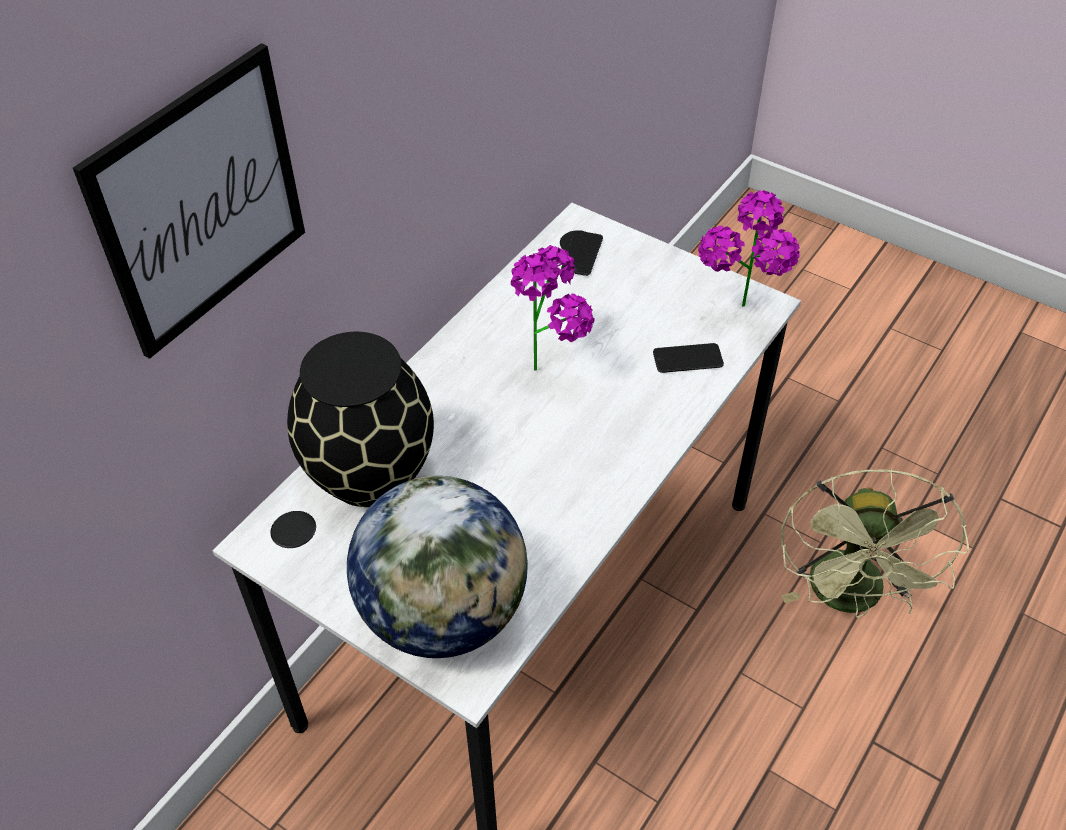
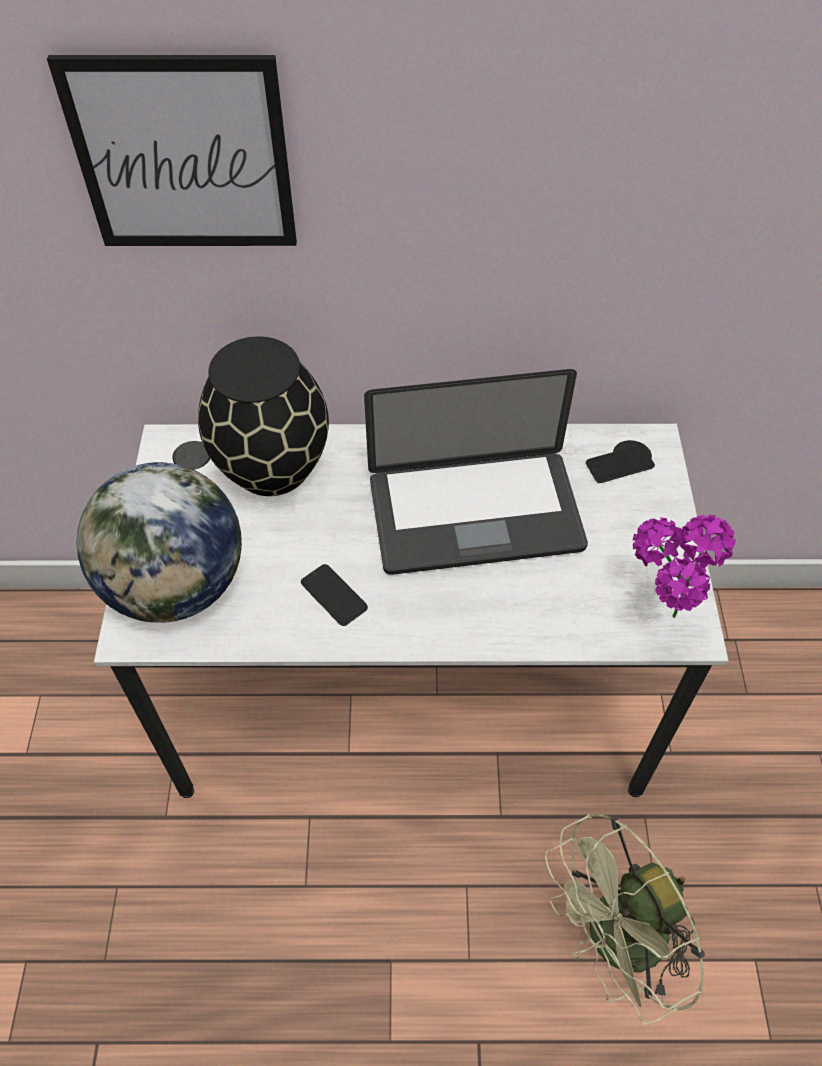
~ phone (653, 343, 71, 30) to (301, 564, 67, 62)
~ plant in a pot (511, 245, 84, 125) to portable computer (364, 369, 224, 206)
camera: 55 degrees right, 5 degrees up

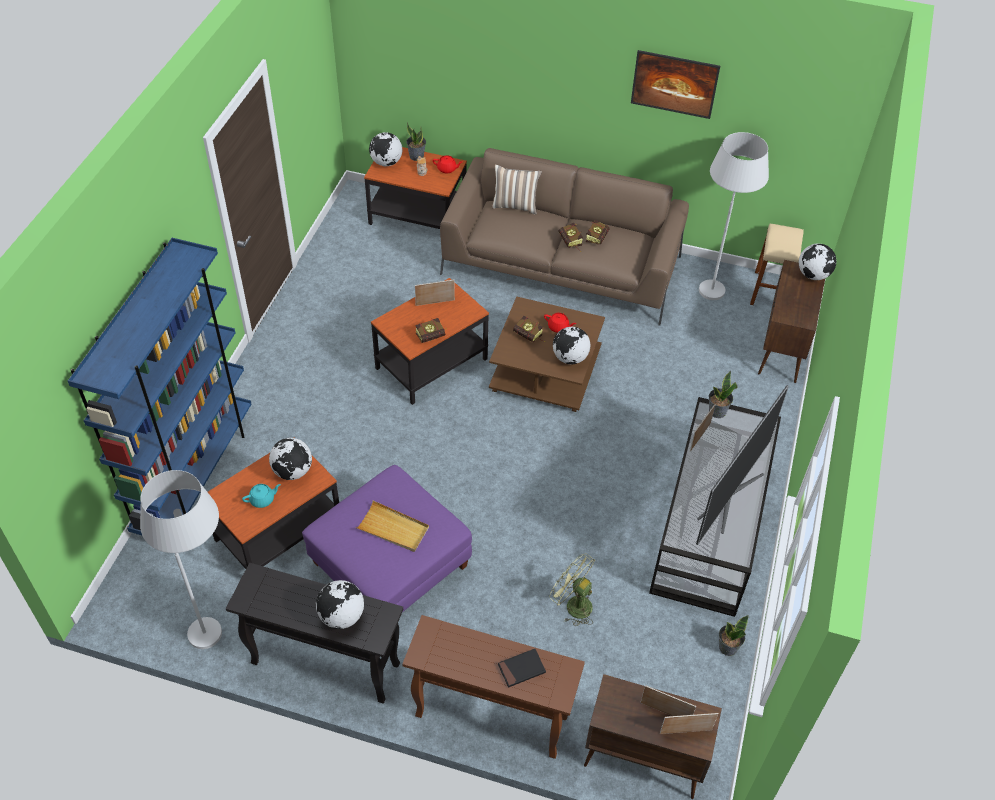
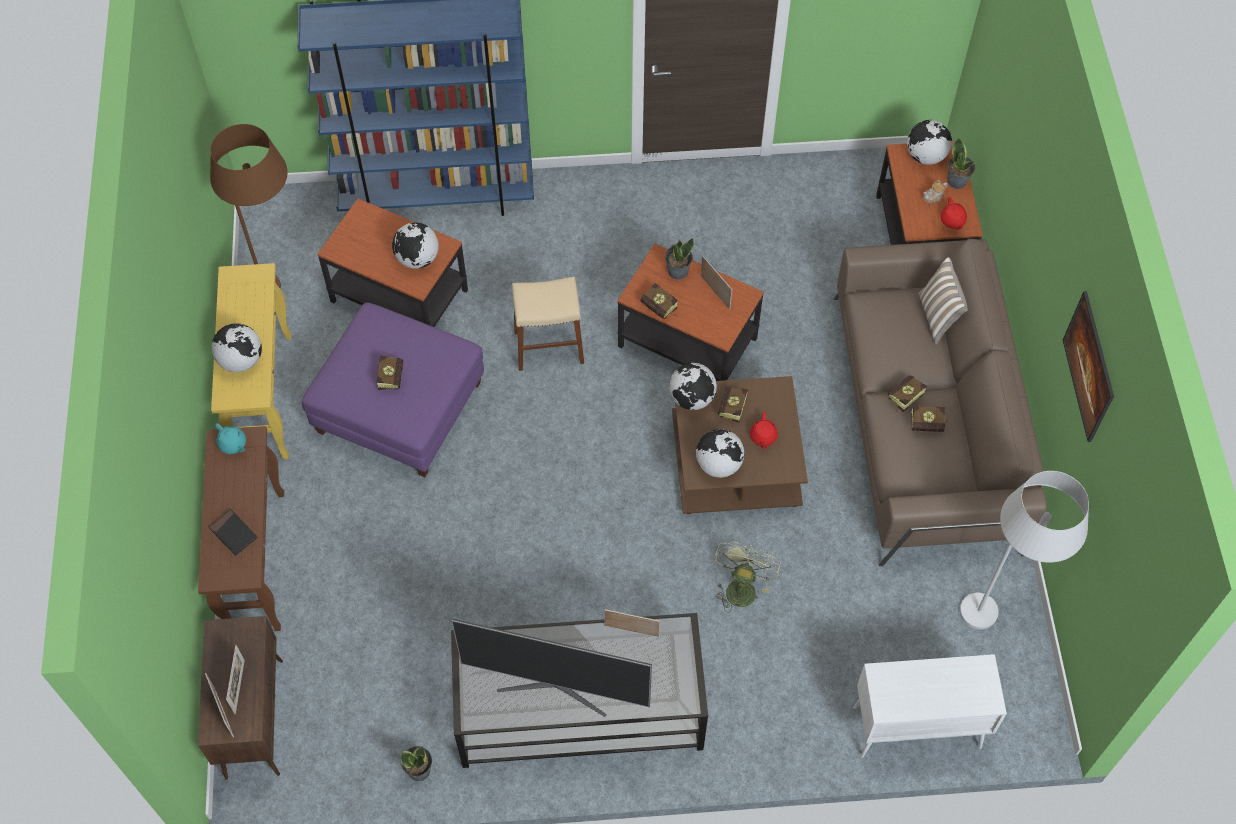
~ white-coloured standard lamp (140, 470, 82, 179) to brown-coloured standard lamp (210, 124, 78, 165)
~ black-coloured console table (226, 563, 177, 141) to yellowish console table (211, 263, 81, 196)
~ blue-green tea pot (242, 484, 39, 24) to (215, 423, 31, 31)
~ beige-coloured carrying tray (357, 501, 72, 51) to book (376, 355, 27, 35)
~ beige-coloured sitting stool (750, 224, 54, 81) to (512, 277, 72, 94)
~ plant in a pot (709, 370, 28, 48) to (665, 238, 29, 42)
~ world globe (799, 243, 37, 37) to (669, 363, 48, 47)
~ green-coloured electric fan (549, 553, 46, 73) to (714, 542, 67, 71)
~ brown-coloured cupboard (758, 260, 67, 123) to white-coloured cupboard (853, 654, 154, 104)
camera: 70 degrees right, 10 degrees up

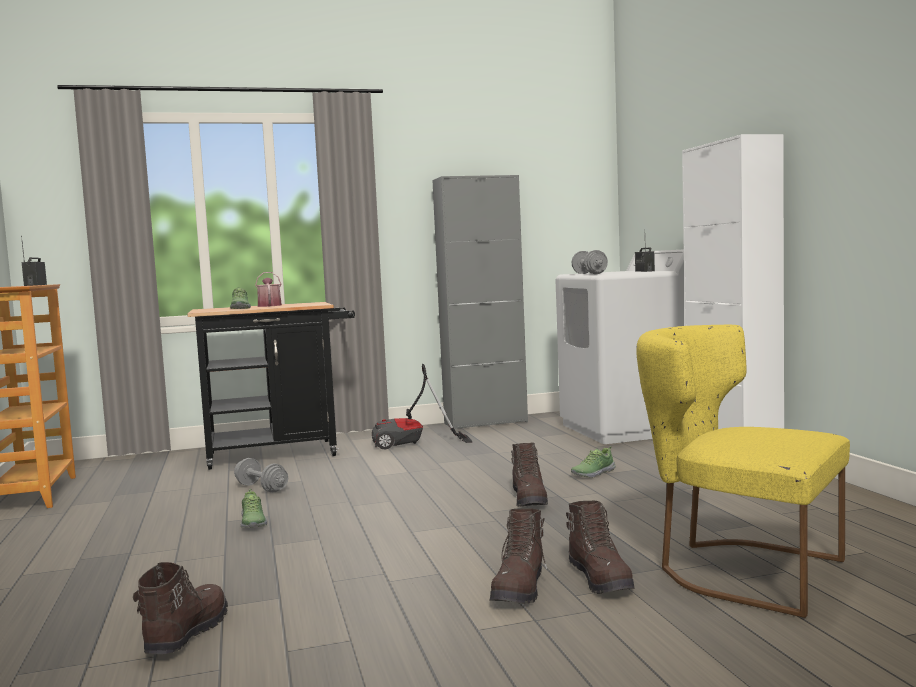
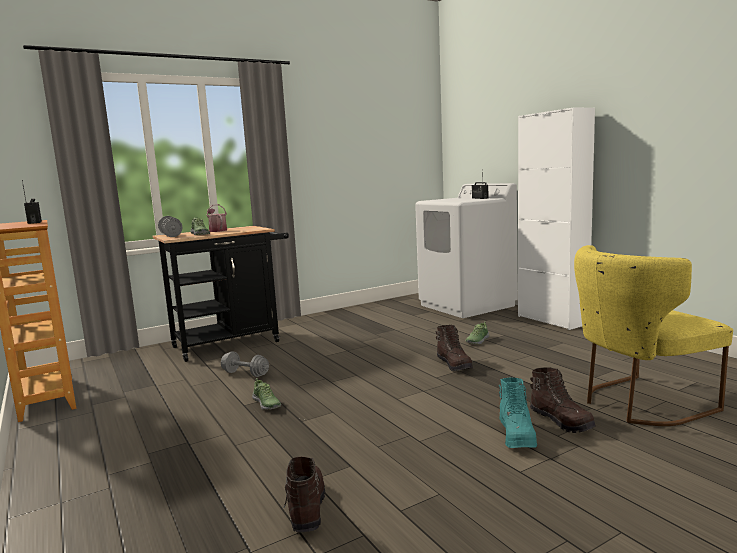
~ greyish dumbbell (571, 250, 37, 24) to (158, 216, 25, 21)
~ brown-coloured high-top boot (490, 508, 57, 96) to blue-green high-top boot (499, 377, 38, 71)
~ yellowish chair (636, 325, 214, 293) = (574, 245, 159, 181) 45 degrees counterclockwise
- hoover (372, 364, 101, 86)
- greyish cupboard (432, 175, 96, 254)
camera: 15 degrees left, 5 degrees up

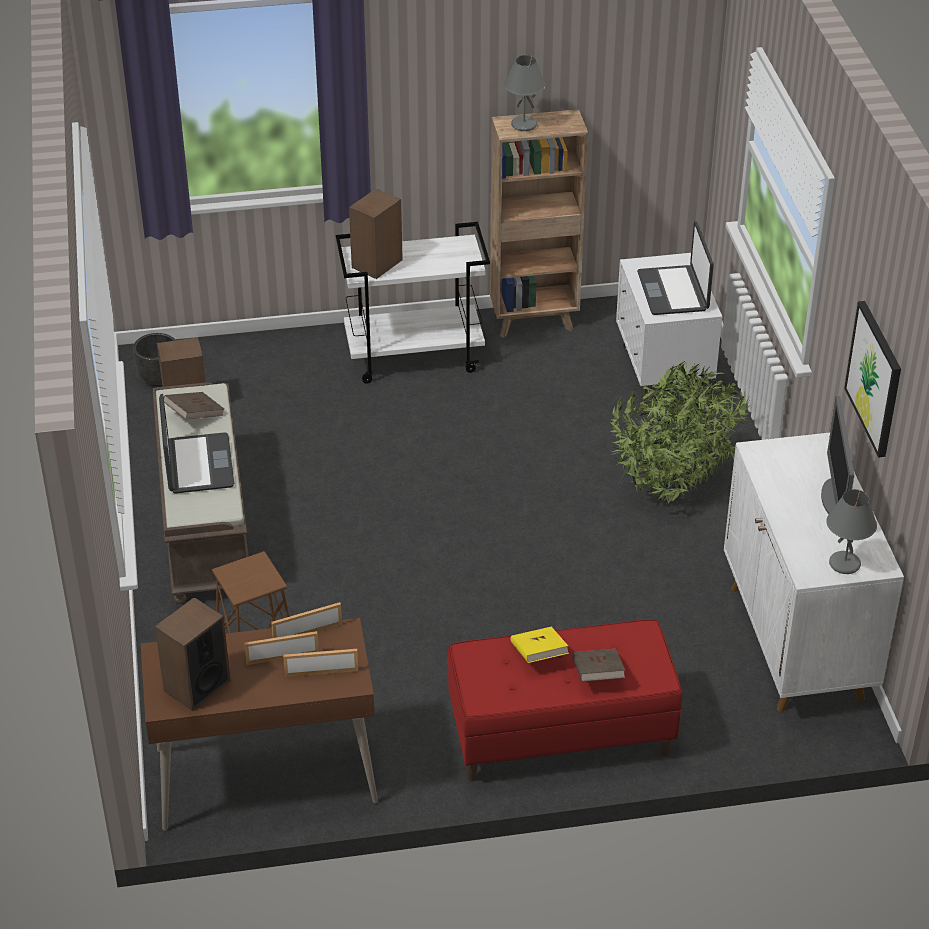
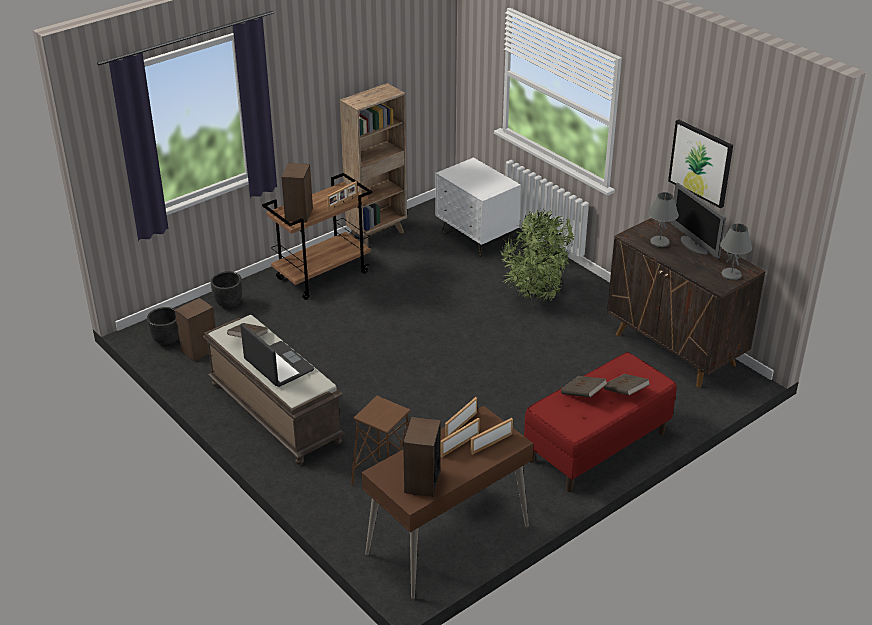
+ black-coloured flower pot (211, 271, 32, 38)
~ white-coloured trolley (336, 222, 154, 161) to brown-coloured trolley (262, 173, 110, 127)
+ photo frame (327, 181, 31, 29)
~ yellowish book (510, 627, 59, 36) to brown-coloured book (561, 376, 47, 21)
~ white-coloured cupboard (724, 432, 180, 280) to brown-coloured cupboard (607, 218, 159, 170)
~ greyish table lamp (505, 55, 40, 76) to (648, 192, 31, 55)
- portable computer (637, 221, 77, 94)
camera: 30 degrees left, 5 degrees down

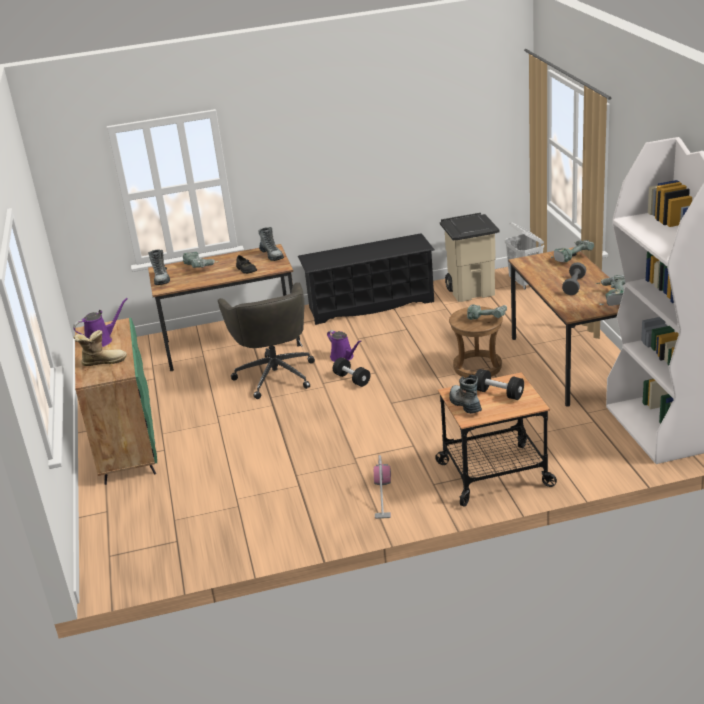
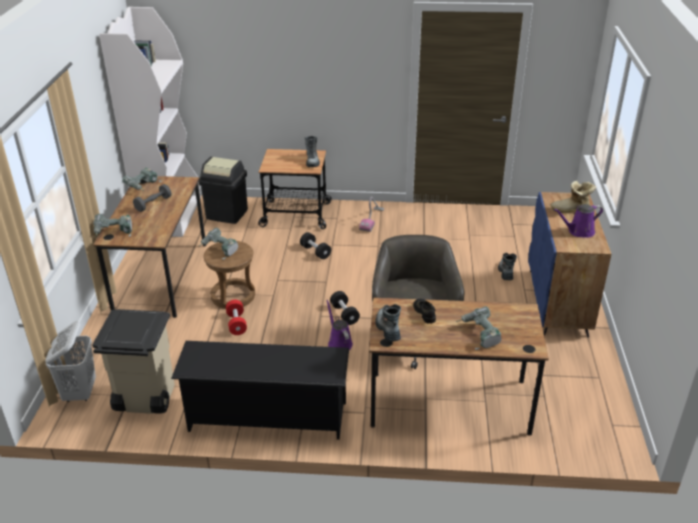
+ black-coloured trash can (198, 157, 50, 67)
+ reddish dumbbell (226, 300, 21, 35)
~ black-coloured dumbbell (475, 369, 49, 31) to (300, 232, 31, 27)
~ high-top boot (148, 249, 22, 36) to (498, 253, 19, 27)
~ green-coloured cupboard (75, 318, 82, 167) to bluish cupboard (528, 192, 83, 146)
camera: 165 degrees left, 5 degrees up

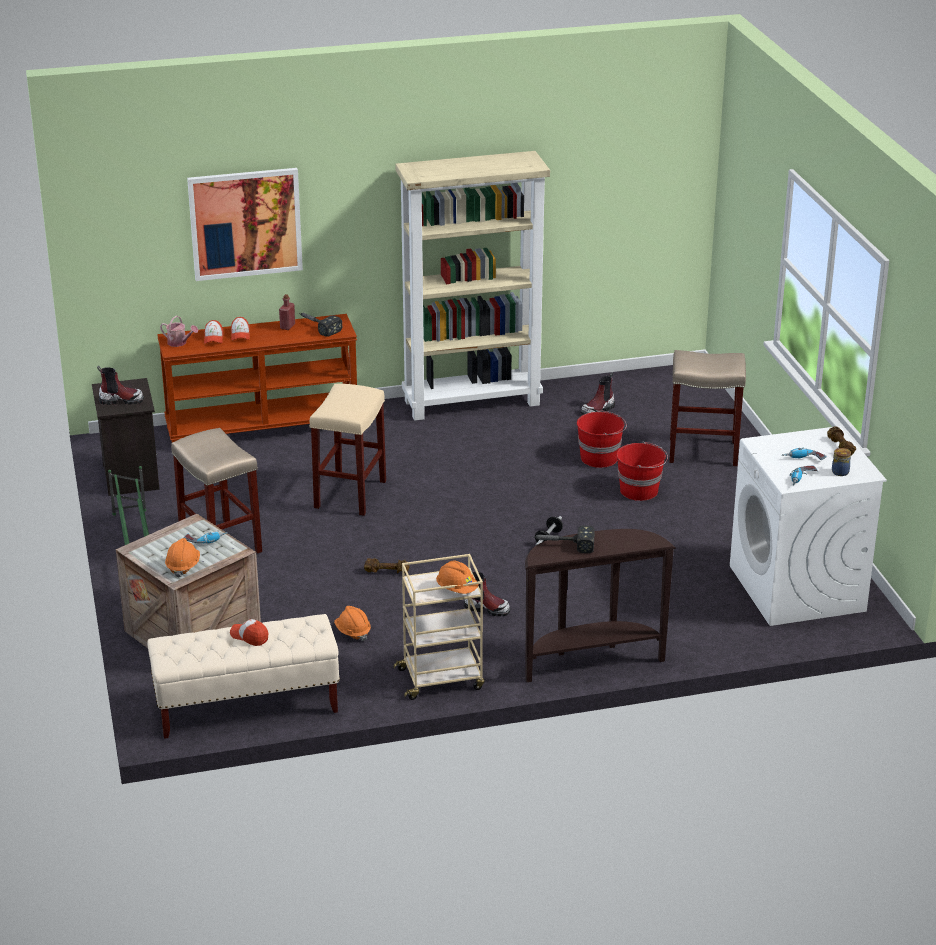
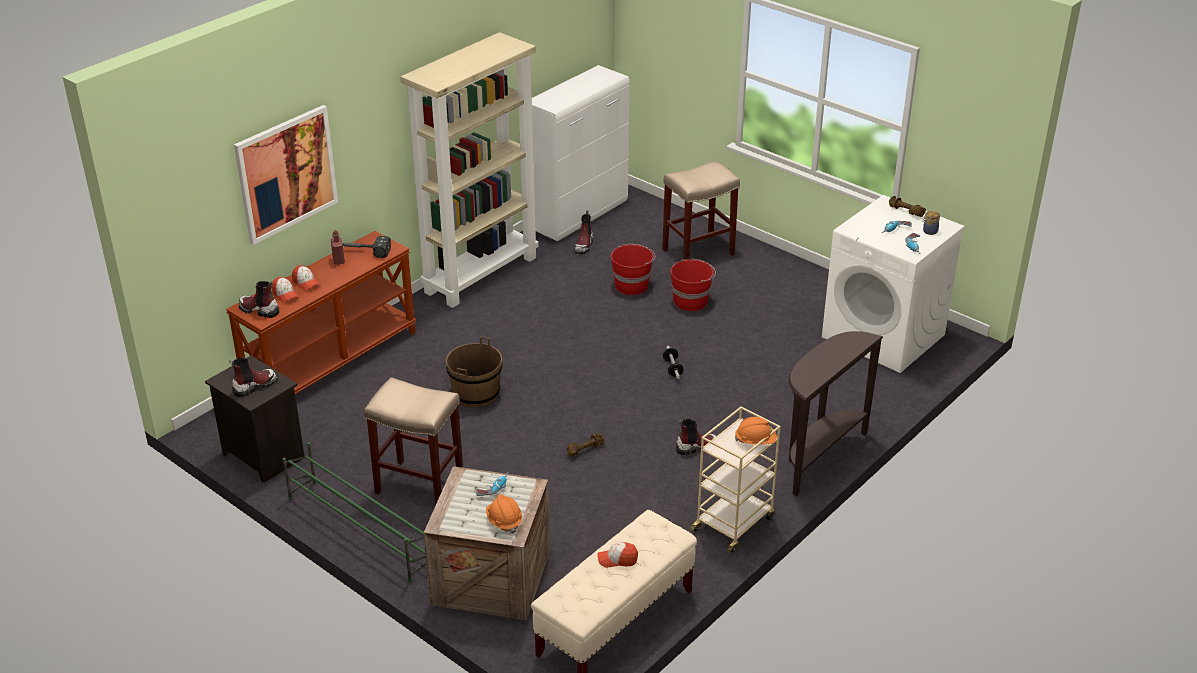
~ sprinkling can (160, 316, 38, 31) to high-top boot (239, 281, 40, 37)
~ beige-coloured sitting stool (309, 384, 77, 132) to brown-coloured bucket (446, 337, 56, 70)
+ white-coloured cupboard (532, 65, 98, 176)
- orange safety helmet (334, 606, 37, 35)
- tool hammer (532, 525, 63, 28)
camera: 35 degrees left, 5 degrees up

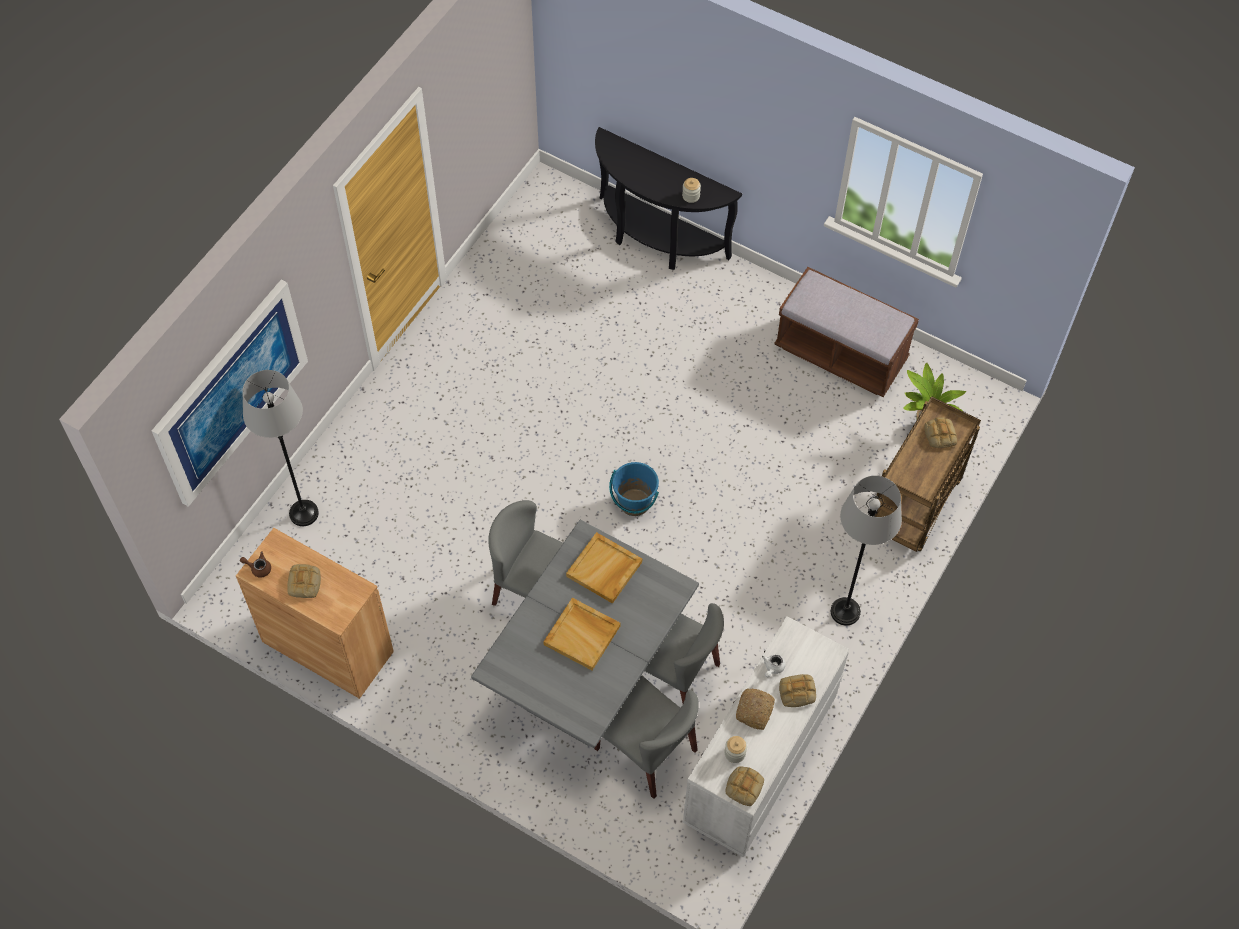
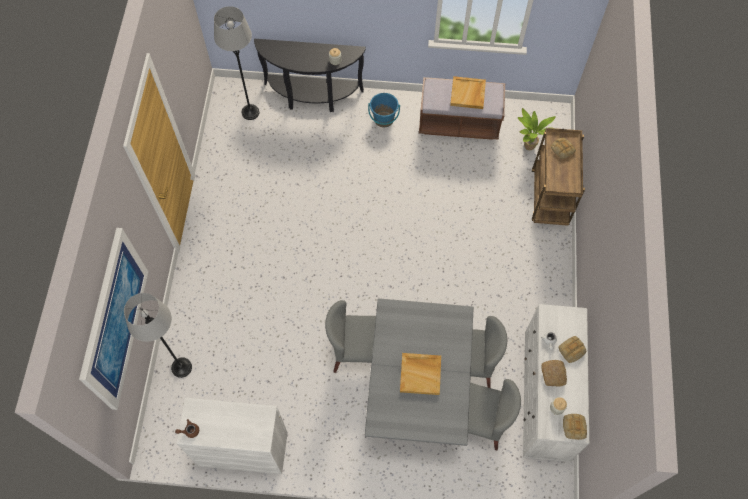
~ brown-coloured cupboard (236, 528, 158, 171) to white-coloured cupboard (176, 398, 112, 76)
~ greyish standard lamp (831, 476, 71, 150) to (214, 6, 45, 114)
~ bluish bucket (609, 462, 50, 54) to (368, 93, 32, 35)
~ beige-coloured carrying tray (566, 532, 76, 72) to (450, 76, 36, 33)
- baked bread (287, 564, 34, 34)
camera: 25 degrees left, 5 degrees up

